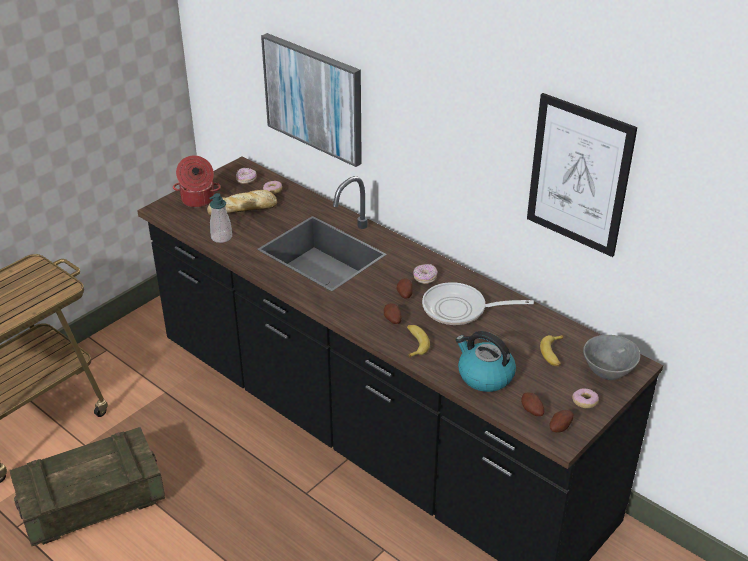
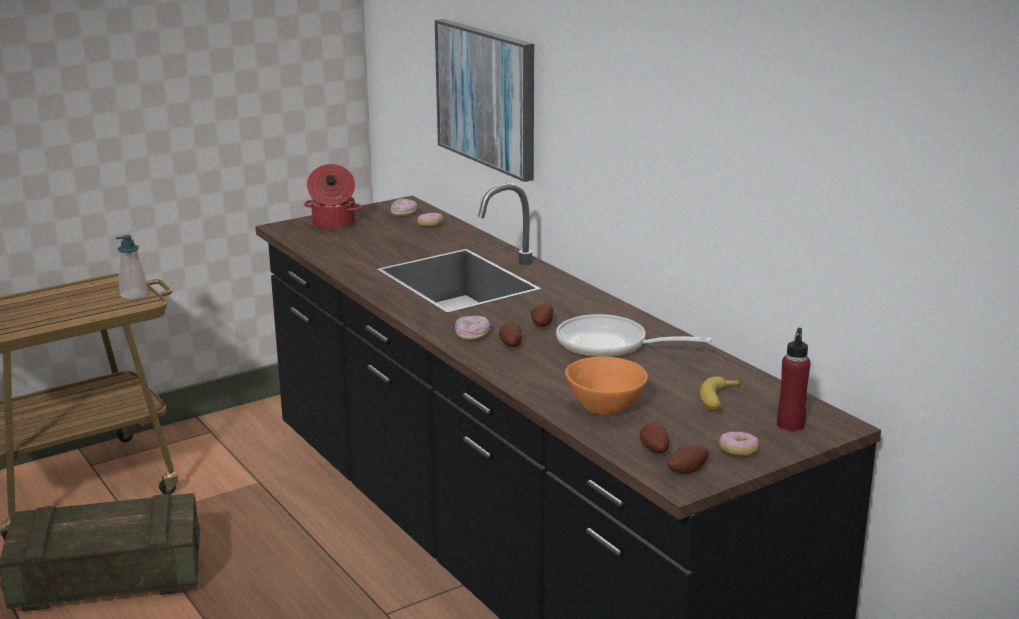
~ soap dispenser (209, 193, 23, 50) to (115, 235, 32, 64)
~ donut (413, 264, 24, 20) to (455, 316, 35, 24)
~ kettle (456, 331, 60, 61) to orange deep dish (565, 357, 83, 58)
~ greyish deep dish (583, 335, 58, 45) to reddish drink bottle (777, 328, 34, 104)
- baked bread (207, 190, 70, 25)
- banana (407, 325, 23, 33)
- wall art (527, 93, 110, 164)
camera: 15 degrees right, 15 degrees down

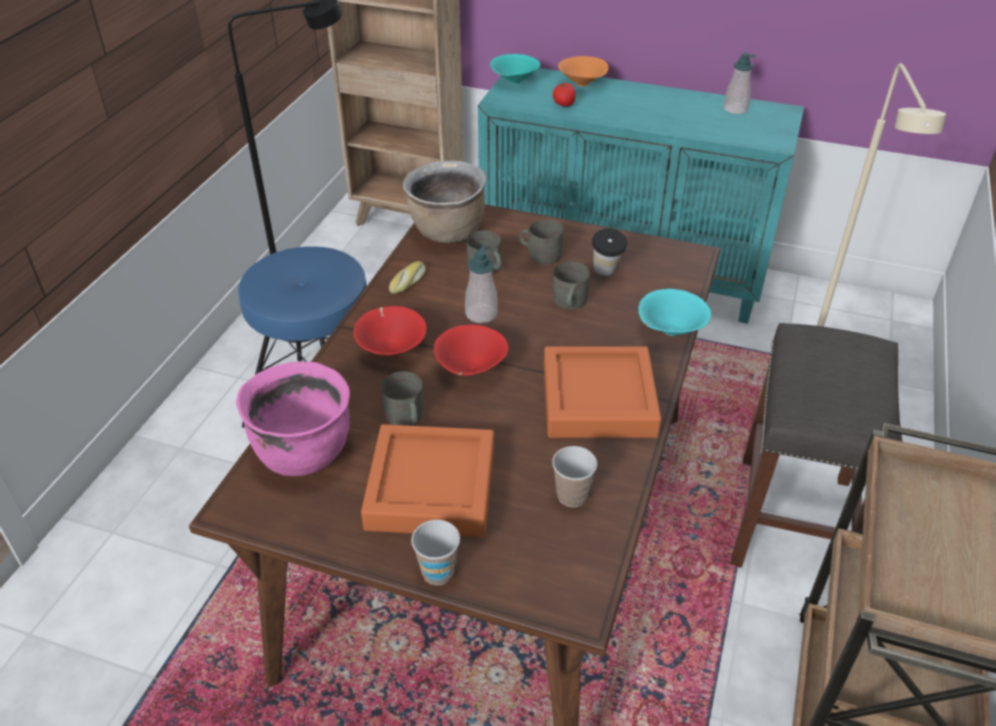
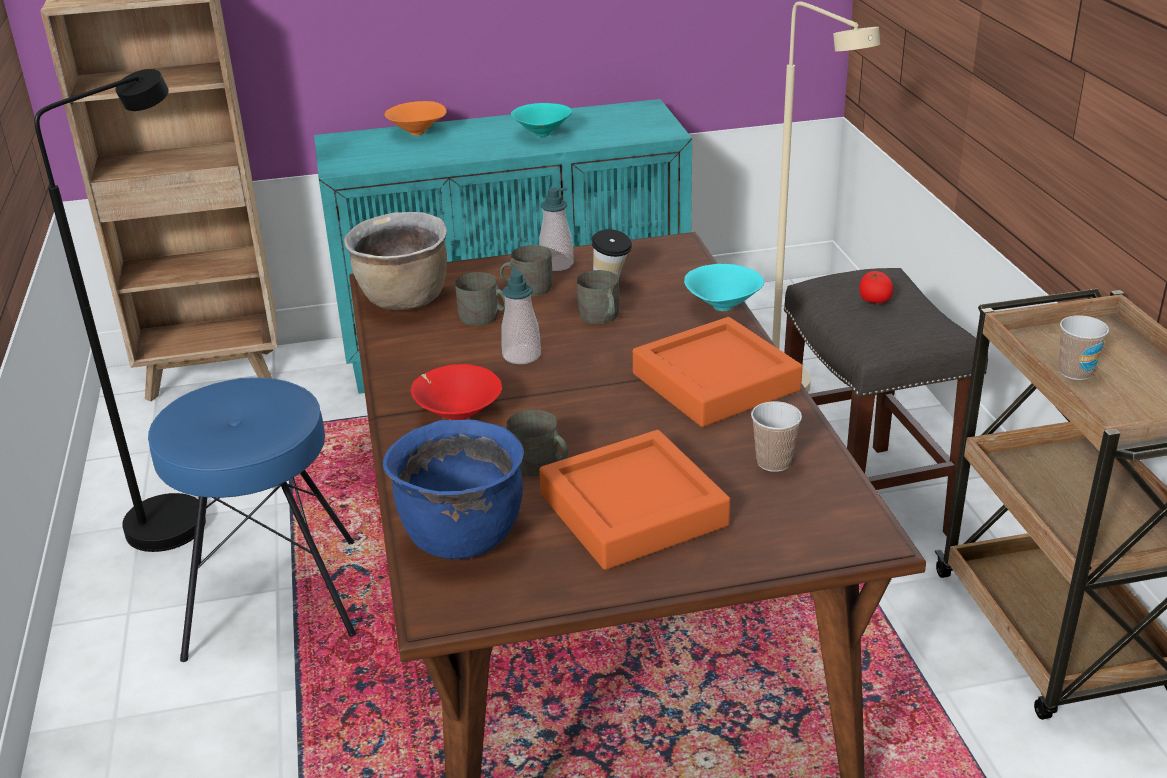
~ pinkish stockpot (236, 362, 114, 114) to bluish stockpot (383, 420, 141, 139)
~ blue-green deep dish (490, 54, 50, 30) to (511, 103, 61, 34)
~ soap dispenser (724, 53, 32, 61) to (539, 187, 35, 84)
~ tomato (553, 83, 23, 24) to (859, 271, 34, 32)
~ cup (411, 520, 49, 65) to (1059, 315, 50, 65)
- baked bread (389, 261, 37, 33)
- reddish deep dish (434, 325, 75, 51)
camera: 30 degrees left, 10 degrees down

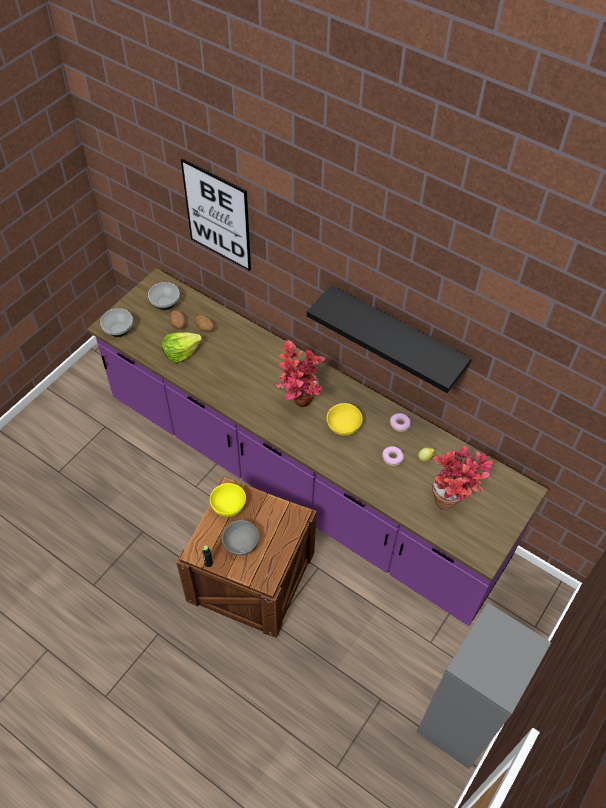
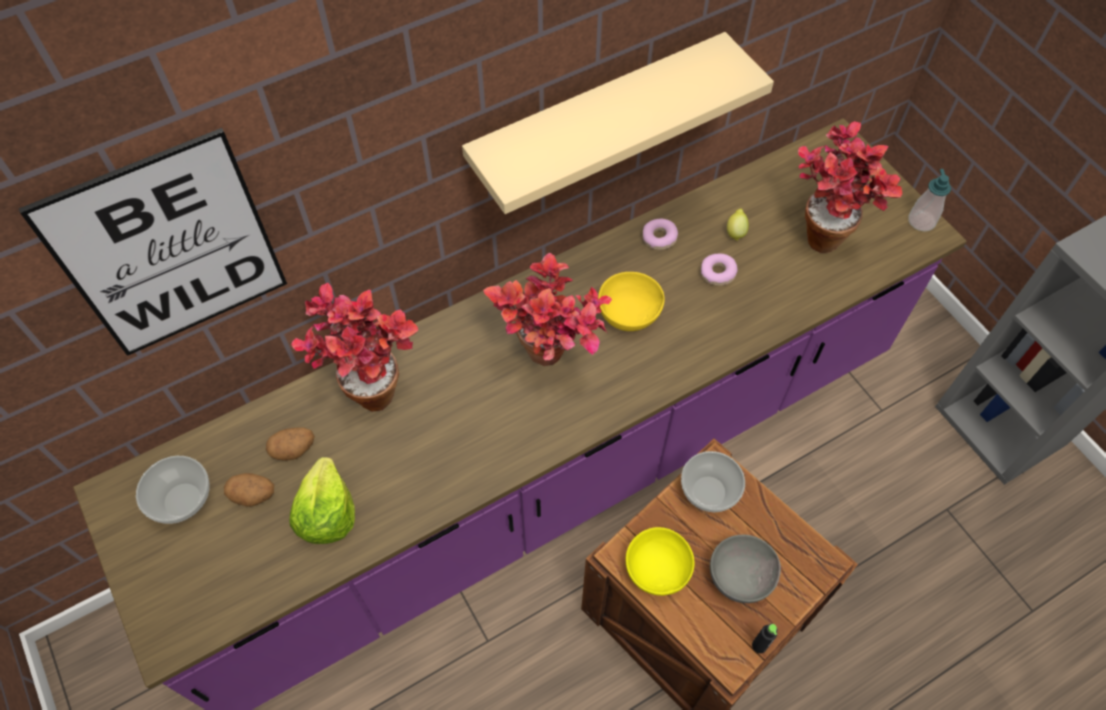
+ plant in a pot (291, 283, 127, 129)
~ black-coloured bracket shelf (307, 285, 164, 108) to beige-coloured bracket shelf (462, 32, 312, 182)
~ deep dish (100, 308, 33, 29) to (681, 451, 64, 61)
+ soap dispenser (908, 169, 43, 62)
camera: 65 degrees left, 5 degrees up

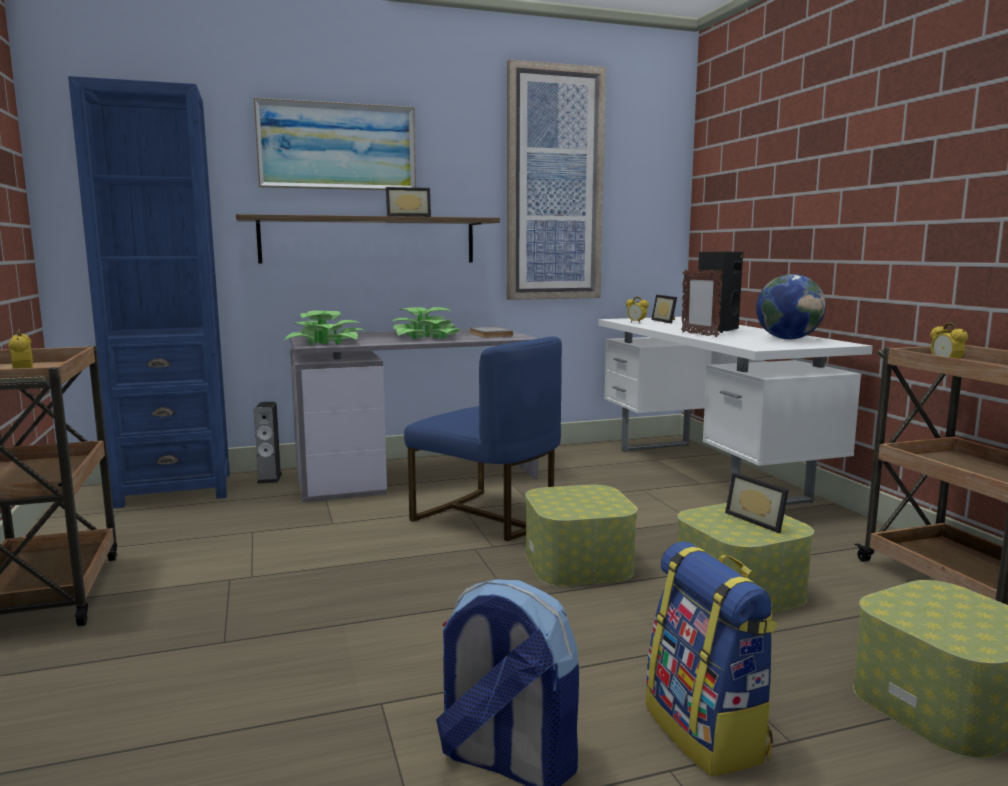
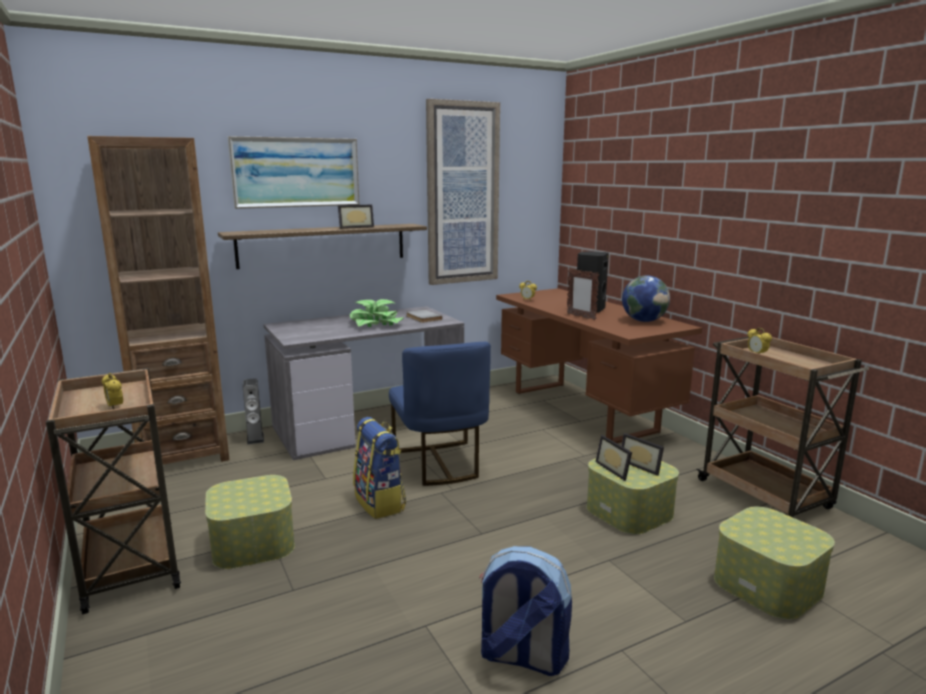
~ bluish shelving unit (68, 76, 162, 432) to brown-coloured shelving unit (87, 136, 142, 328)
~ storage container (525, 485, 113, 101) to (205, 475, 90, 94)
~ knapsack (646, 542, 131, 235) to (353, 417, 53, 102)
~ bluish chair (404, 337, 158, 204) = (389, 342, 102, 144) 45 degrees clockwise
~ white-coloured desk (598, 317, 275, 188) to brown-coloured desk (496, 288, 206, 155)
~ photo frame (651, 295, 26, 29) to (595, 435, 37, 46)
- plant in a pot (285, 311, 81, 34)
camera: 10 degrees left, 5 degrees up

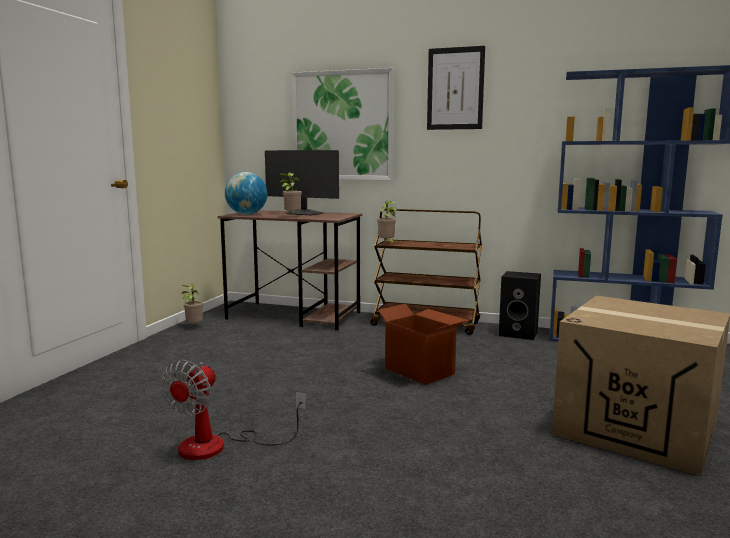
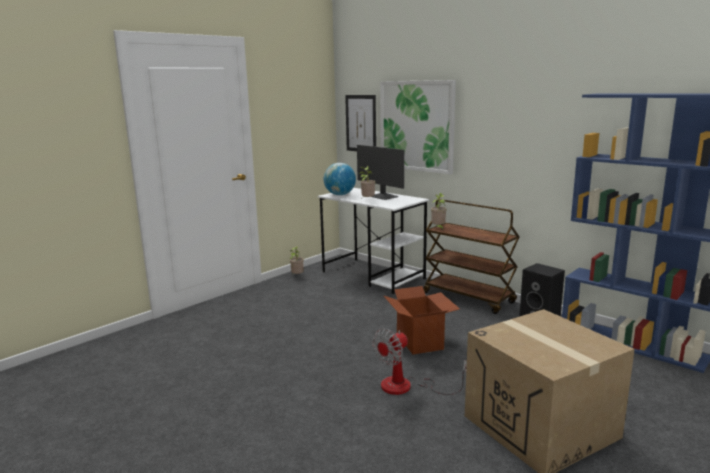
~ brown-coloured desk (218, 210, 144, 120) to white-coloured desk (318, 188, 111, 106)
~ wall art (427, 46, 58, 84) to (345, 95, 31, 56)
~ electric fan (161, 360, 145, 100) to (372, 328, 95, 67)
camera: 25 degrees right, 5 degrees up

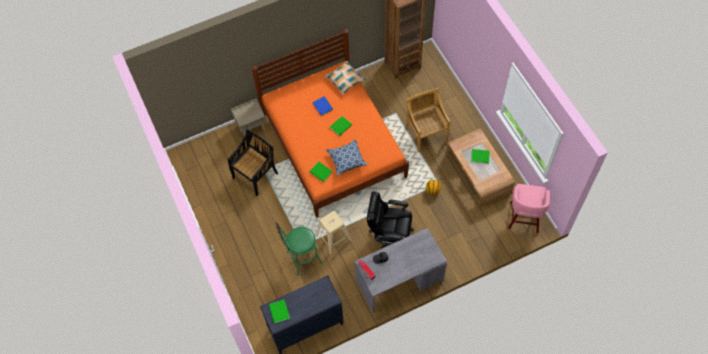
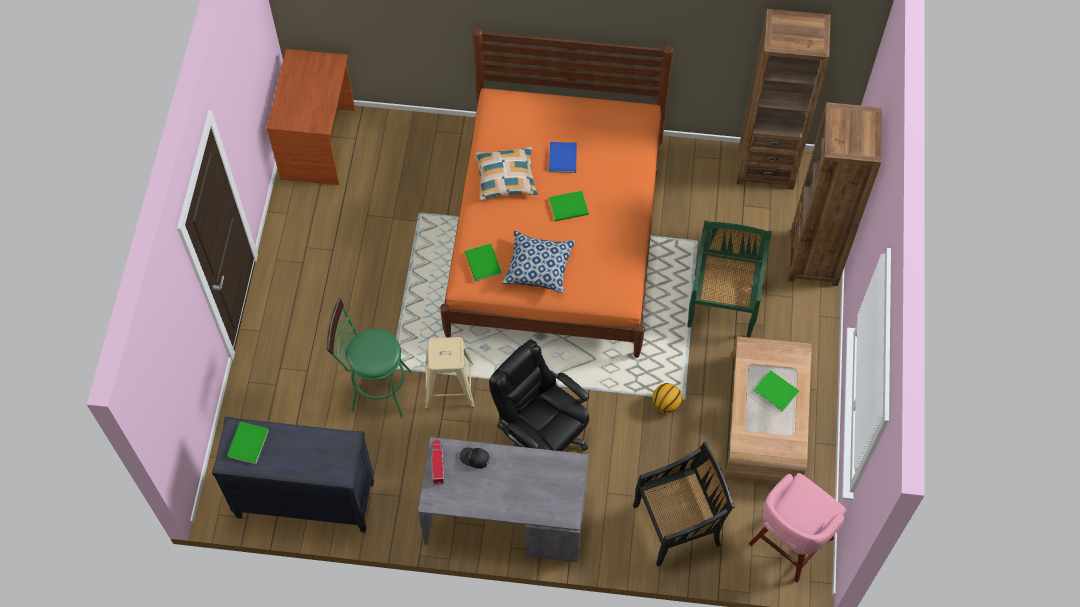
+ brown-coloured desk (266, 49, 89, 136)
~ throw pillow (325, 61, 41, 34) to (475, 147, 63, 53)
~ black-coloured chair (228, 129, 51, 67) to (633, 442, 102, 125)
~ beige-coloured chair (405, 88, 45, 64) to green-coloured chair (687, 220, 85, 118)
+ brown-coloured shelving unit (788, 102, 94, 184)
- beige-coloured night table (231, 99, 35, 38)
camera: 30 degrees right, 0 degrees up

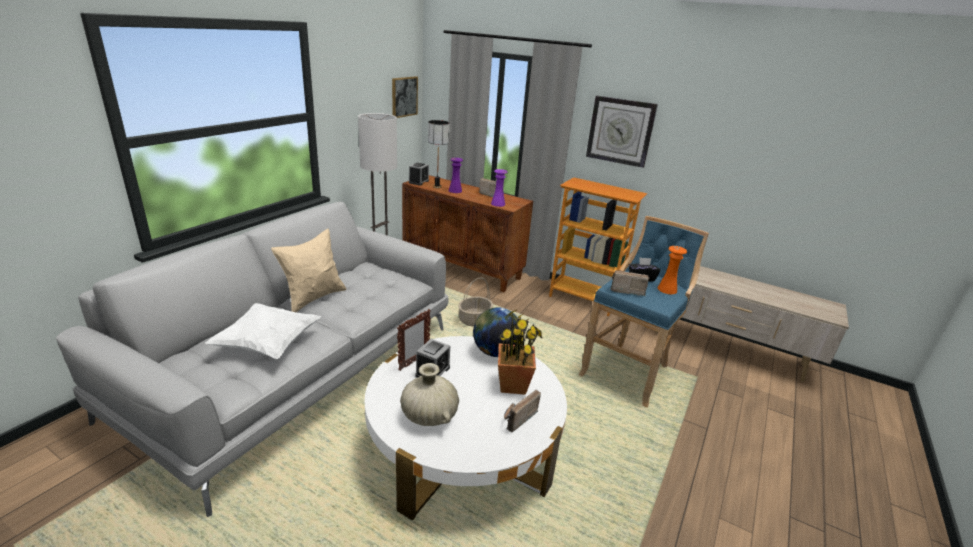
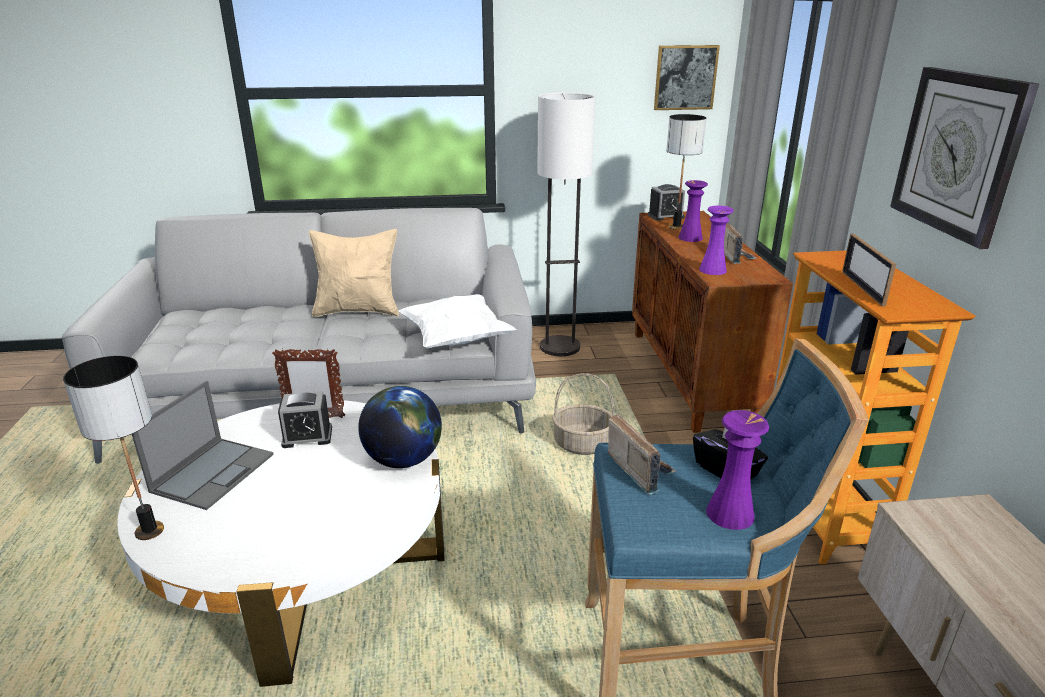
+ table lamp (63, 356, 101, 184)
~ beige-coloured vase (400, 363, 59, 63) to portable computer (132, 381, 141, 129)
~ white-coloured throw pillow (205, 303, 116, 56) to (398, 294, 118, 54)
~ orange vase (658, 246, 29, 48) to purplish vase (706, 410, 63, 120)
+ photo frame (842, 234, 54, 73)
- plant in a pot (498, 309, 44, 86)
- radio (504, 390, 37, 42)
camera: 55 degrees right, 0 degrees up

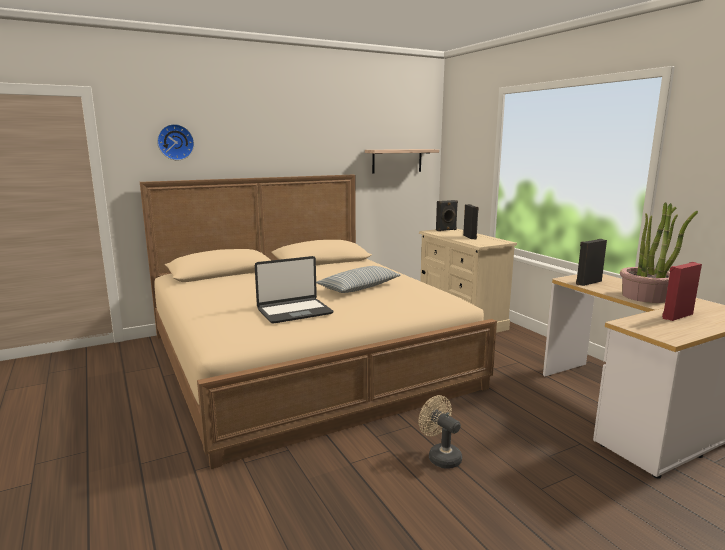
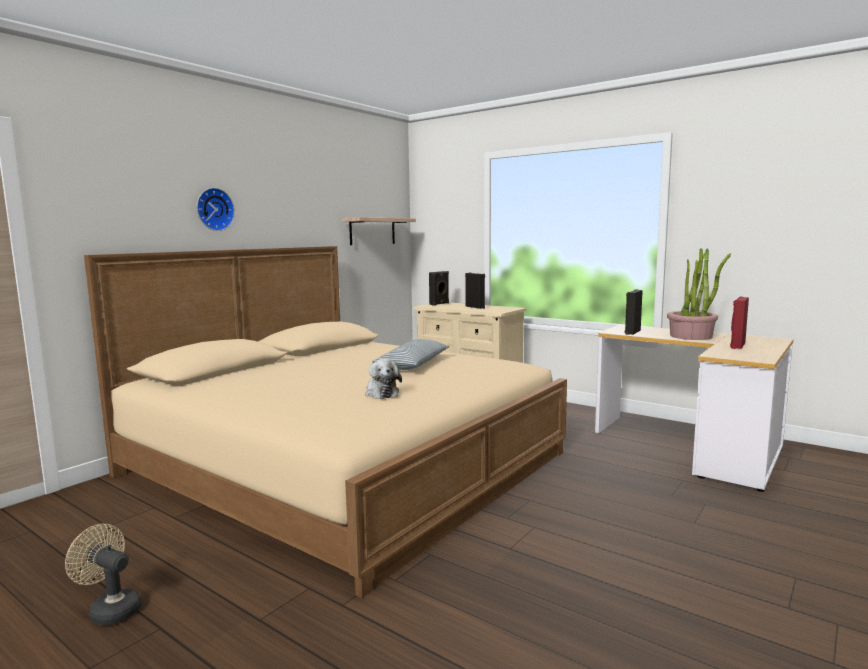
~ beige-coloured electric fan (419, 395, 43, 74) to (65, 524, 76, 101)
~ clock on the wall (157, 124, 37, 36) to (197, 188, 38, 43)
~ portable computer (255, 256, 78, 68) to plush toy (365, 359, 37, 40)
camera: 25 degrees left, 5 degrees down

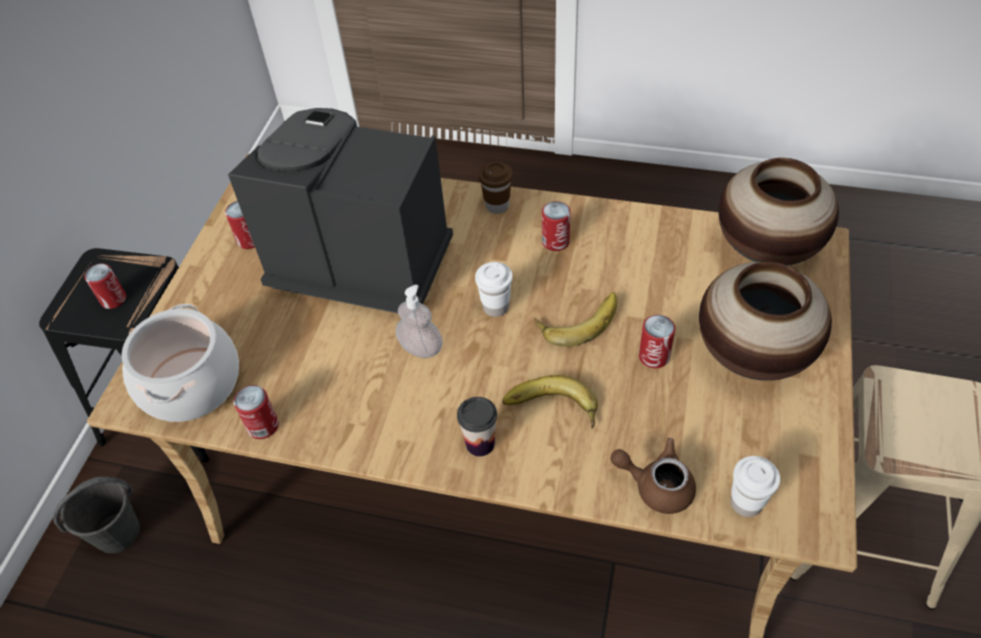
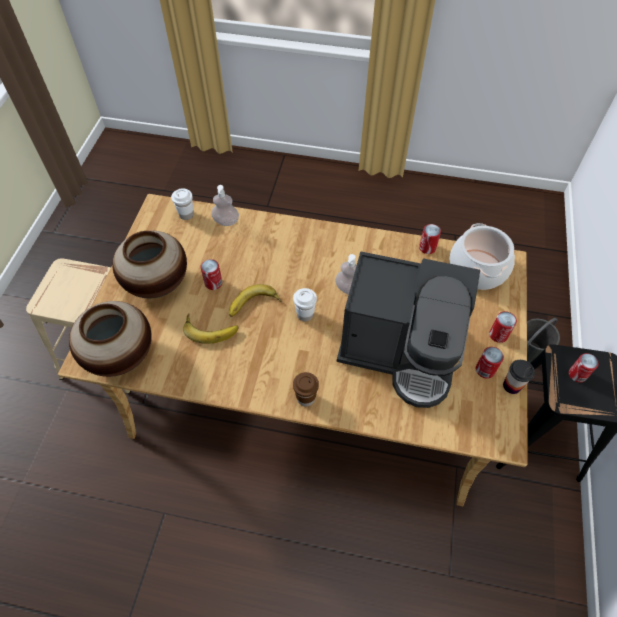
~ banana (502, 375, 96, 53) to (183, 314, 55, 30)
~ brown-coloured tea pot (611, 438, 85, 76) to soap dispenser (211, 185, 28, 41)
~ sealed can (542, 201, 28, 50) to (489, 311, 28, 32)
~ cup (457, 397, 40, 59) to (503, 360, 32, 34)
camera: 175 degrees right, 5 degrees up

